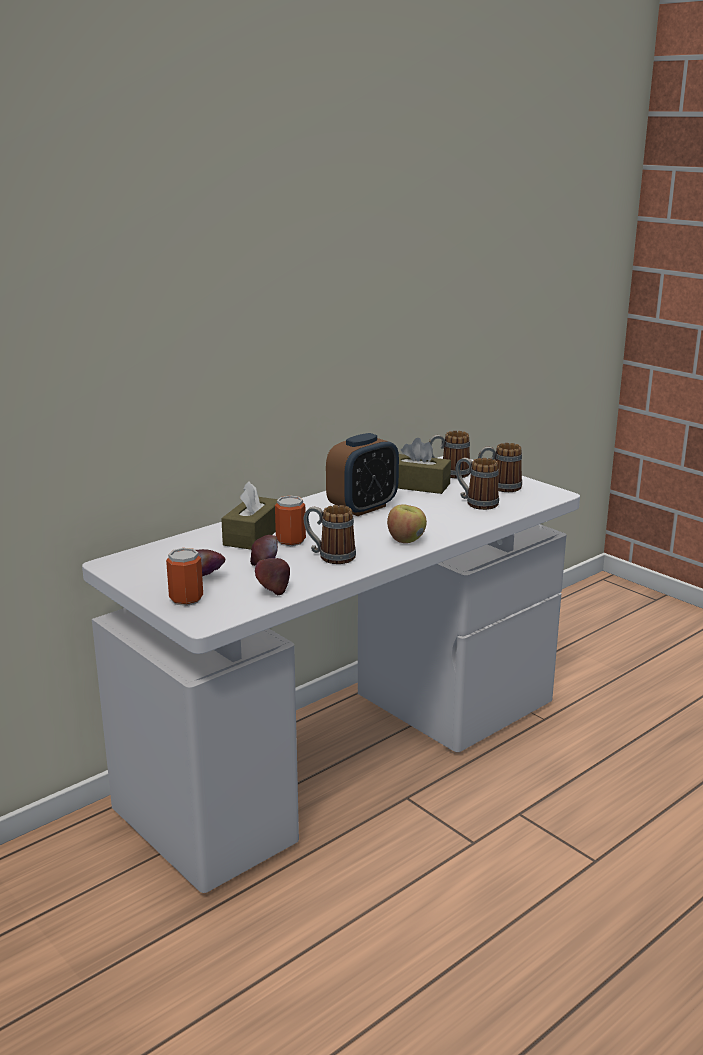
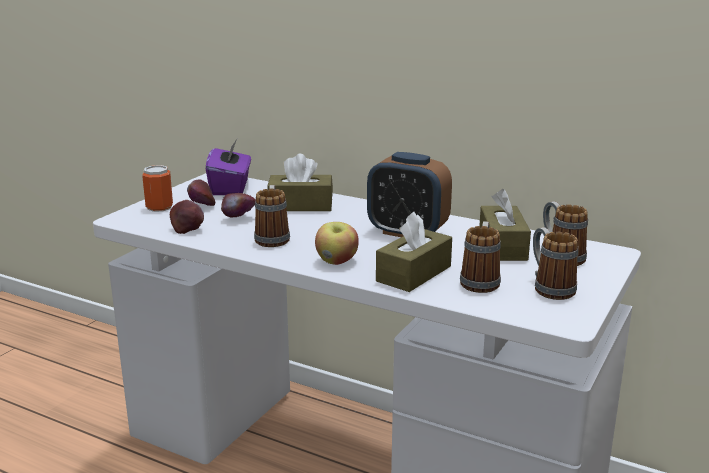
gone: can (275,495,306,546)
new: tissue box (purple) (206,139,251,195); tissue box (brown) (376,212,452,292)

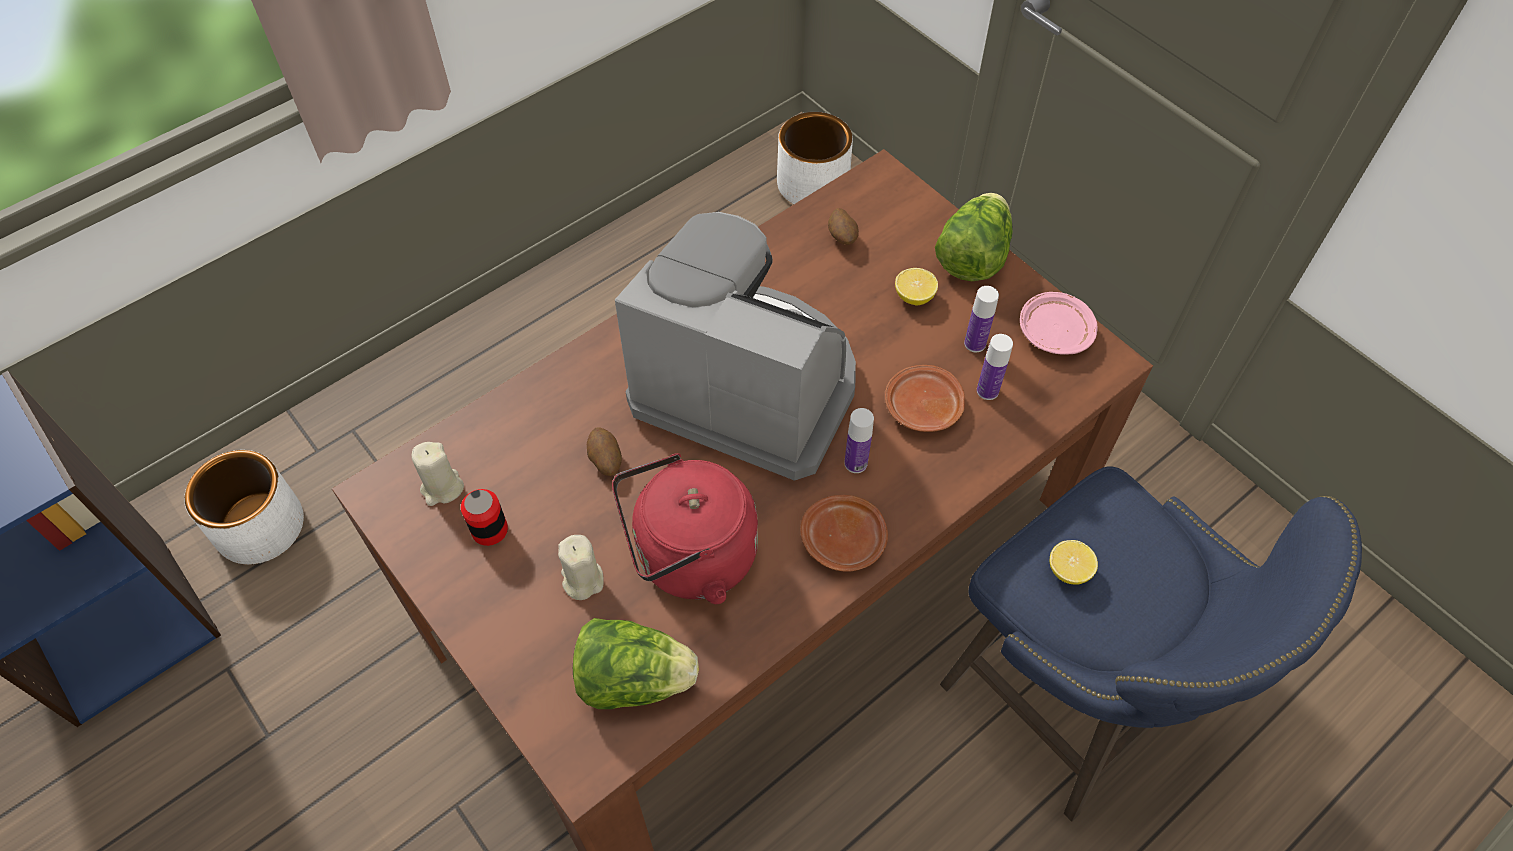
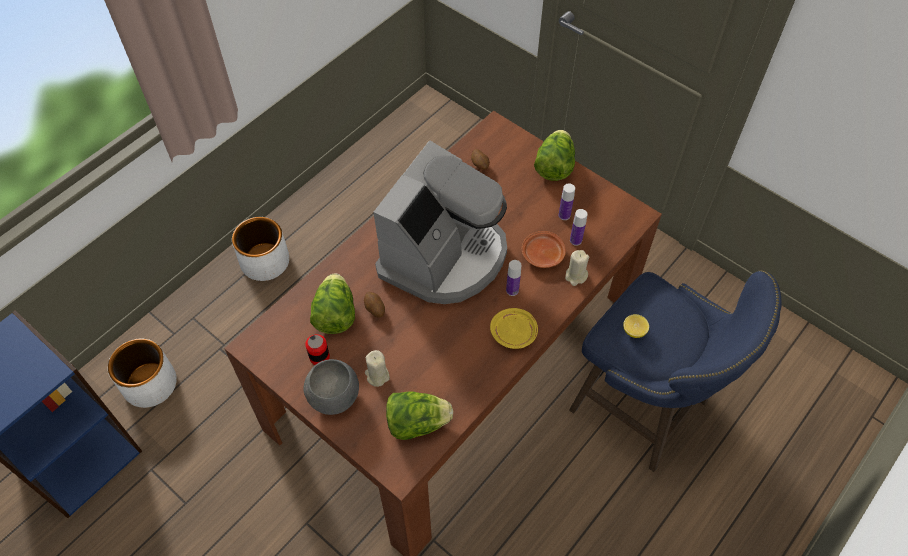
gone: kettle (red) (612,453,758,604); lemon (895,268,938,306); plate (pink) (1020,292,1097,355)
new: bowl (grey) (304,359,359,415); lettuce (310,273,355,334)
shifted: candle (beige) (412,442,464,506) to (565,250,589,286); planter (white) (777,112,853,204) to (232,217,289,281)
repainted: plate (brown) (800,495,888,572) to plate (yellow) (490,308,538,349)
rotated: coffee machine (615,212,856,481) = (373,140,507,304) 105 degrees clockwise

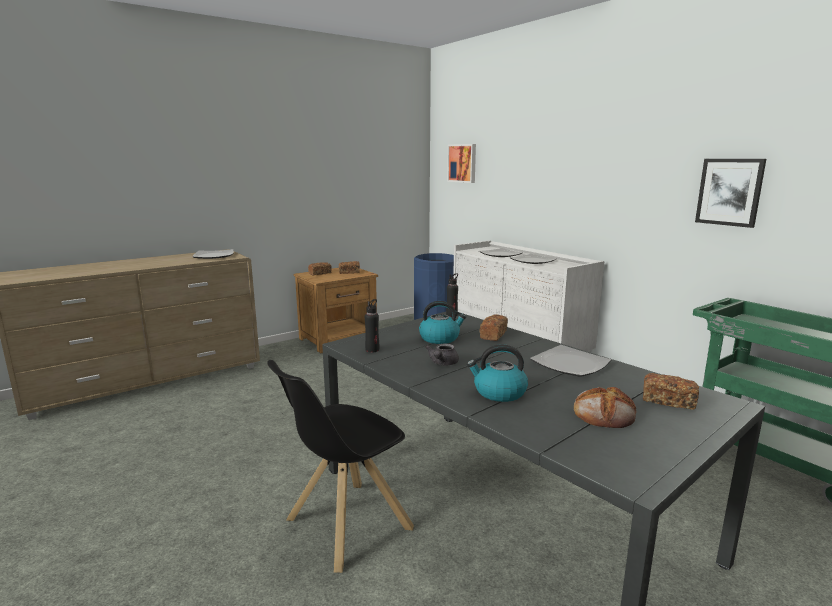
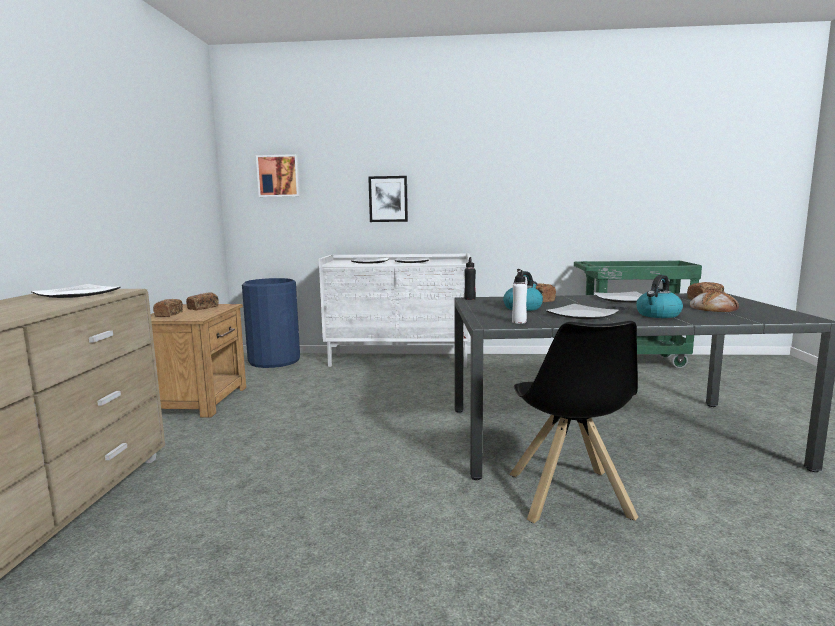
shifted: picture (695,159,766,228) to (368,176,408,222)
swapped: teapot (grey) (425,344,459,366) to plate (546,304,620,320)
repainted: bottle (black) (365,299,379,352) to bottle (white) (512,269,527,324)

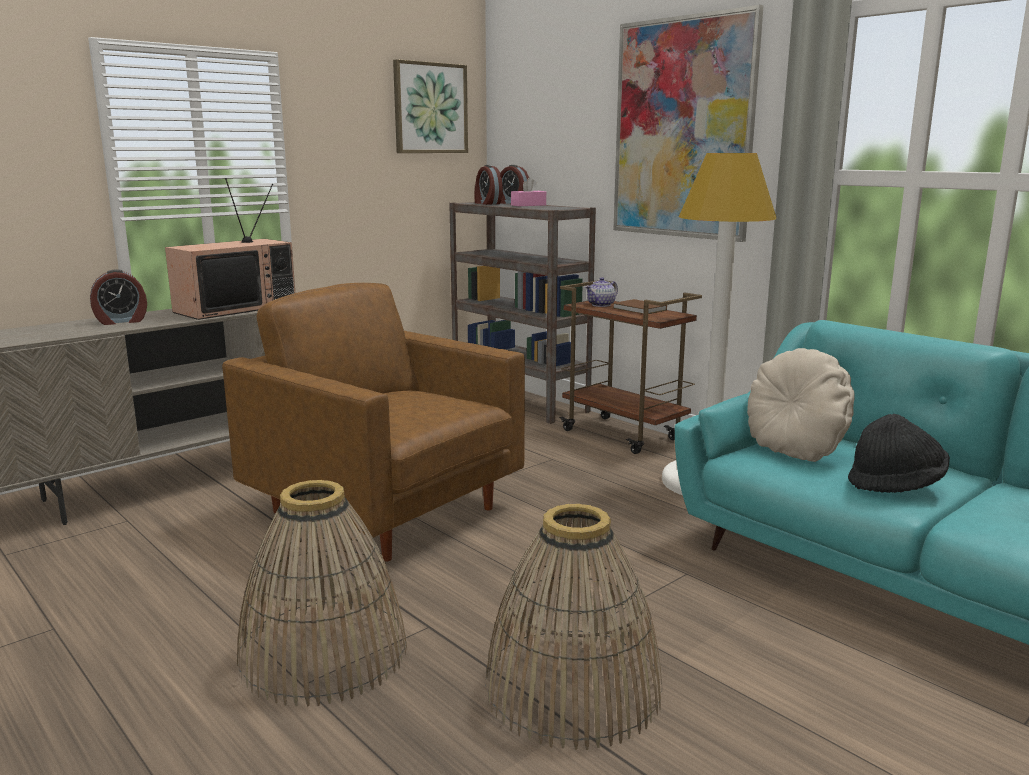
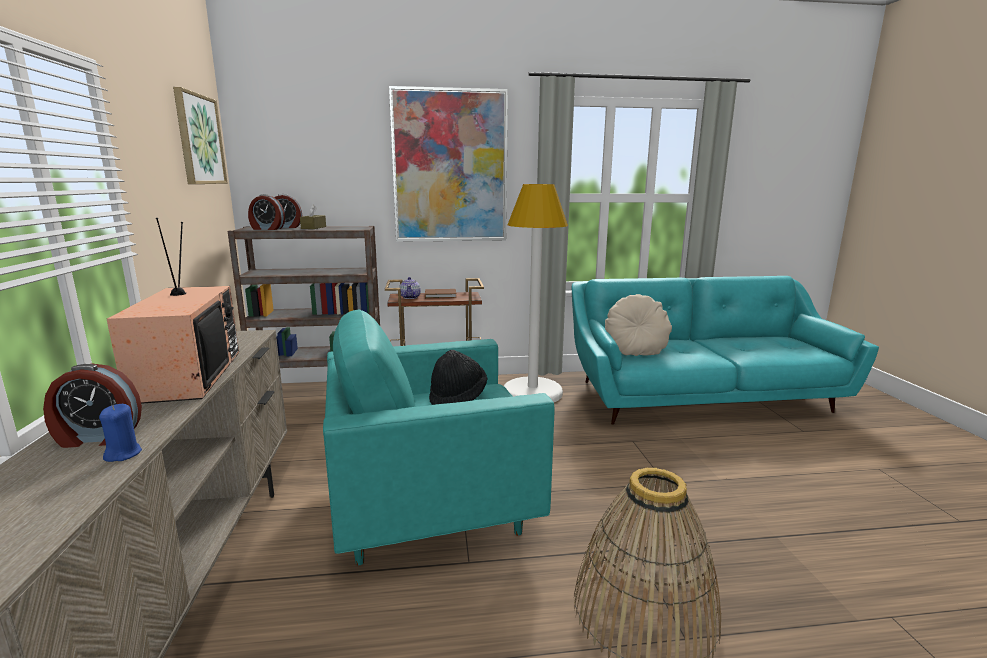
gone: basket (485,504,662,750)
new: candle (blue) (99,404,142,462)
shifted: hat (black) (848,414,950,493) to (429,350,487,405)
repainted: armchair (brown) (222,283,525,562) to armchair (turquoise) (323,309,554,565); tissue box (pink) (511,178,546,206) to tissue box (brown) (300,205,326,229)
rotated: alarm clock (90,270,147,325) = (43,364,142,448) 75 degrees clockwise

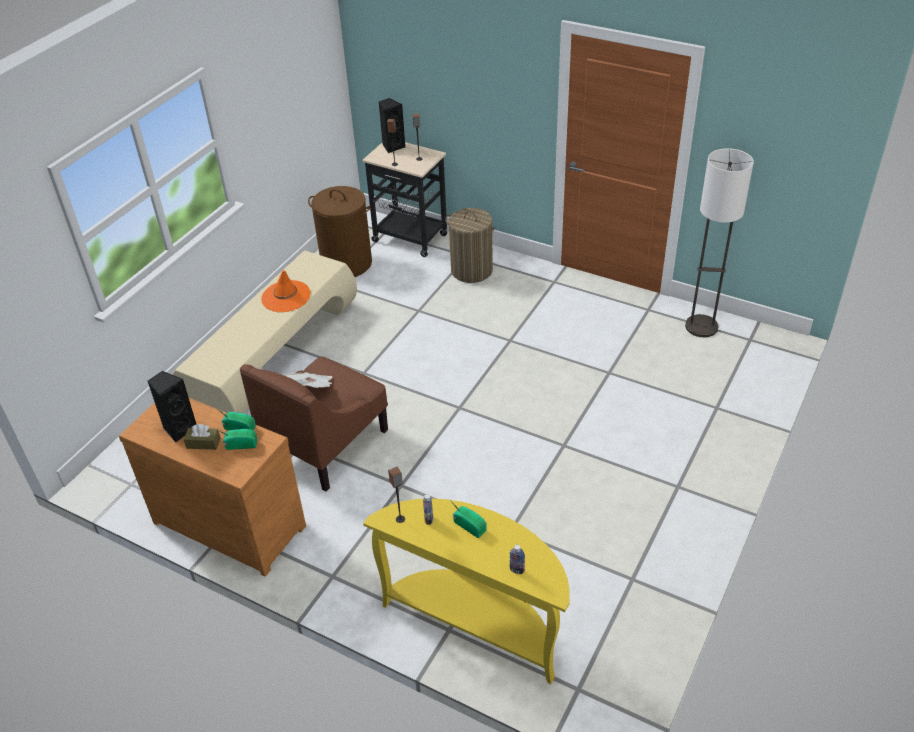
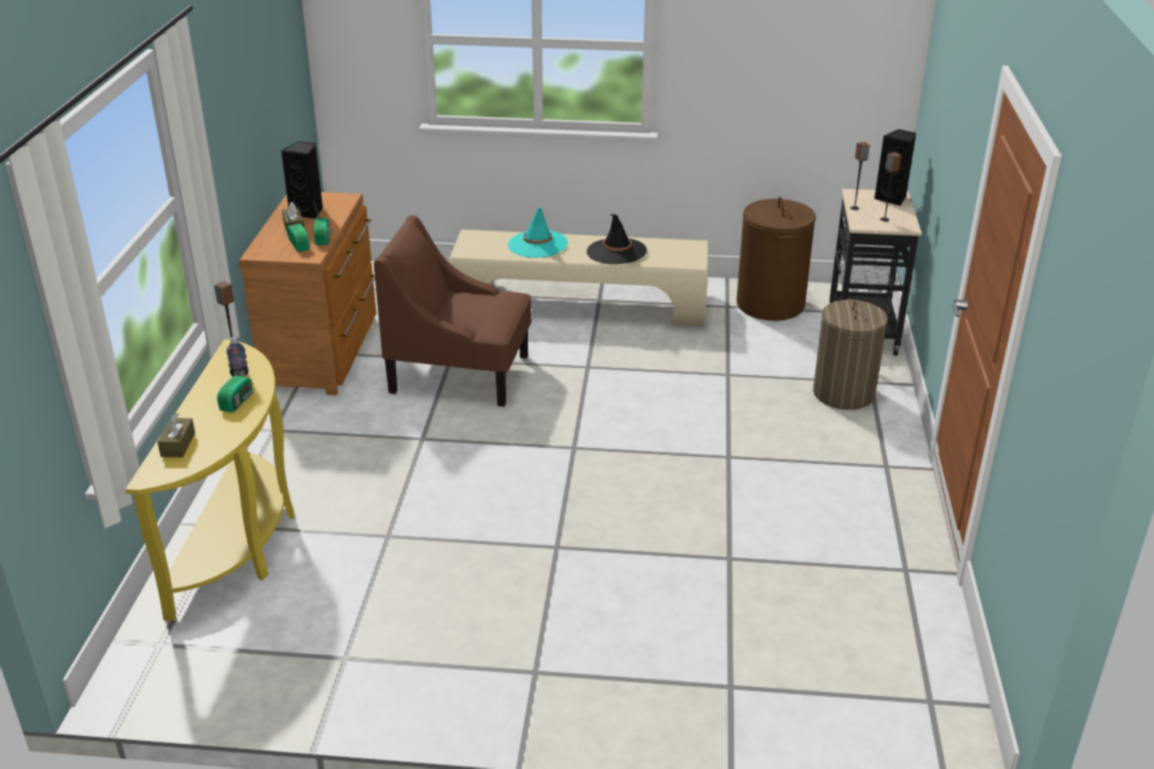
gone: newspaper (286,372,333,388); floor lamp (685,148,754,337)
new: hat (turquoise) (508,207,568,258)
swapped: bottle (509,545,525,574) to tissue box (brown) (158,413,195,457)
repainted: hat (orange) (261,270,311,312) to hat (black) (587,214,647,264)

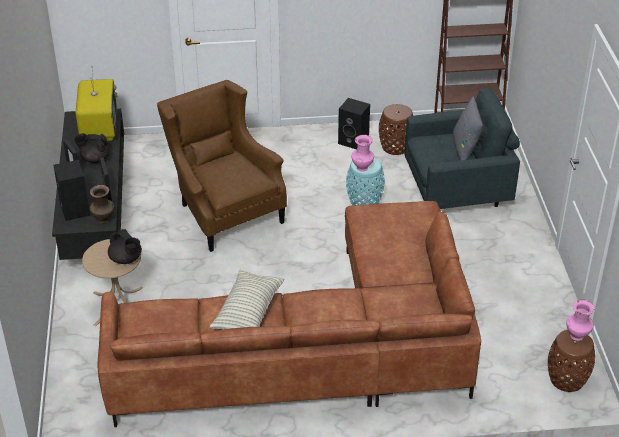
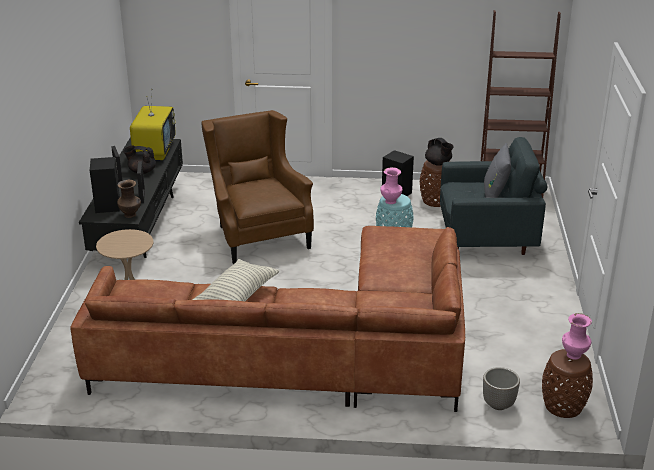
new: planter (483,367,520,410)
shifted: teapot (black) (108,229,142,264) to (425,138,454,166)

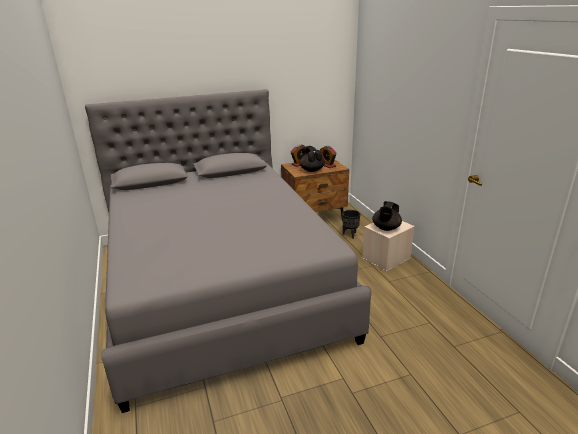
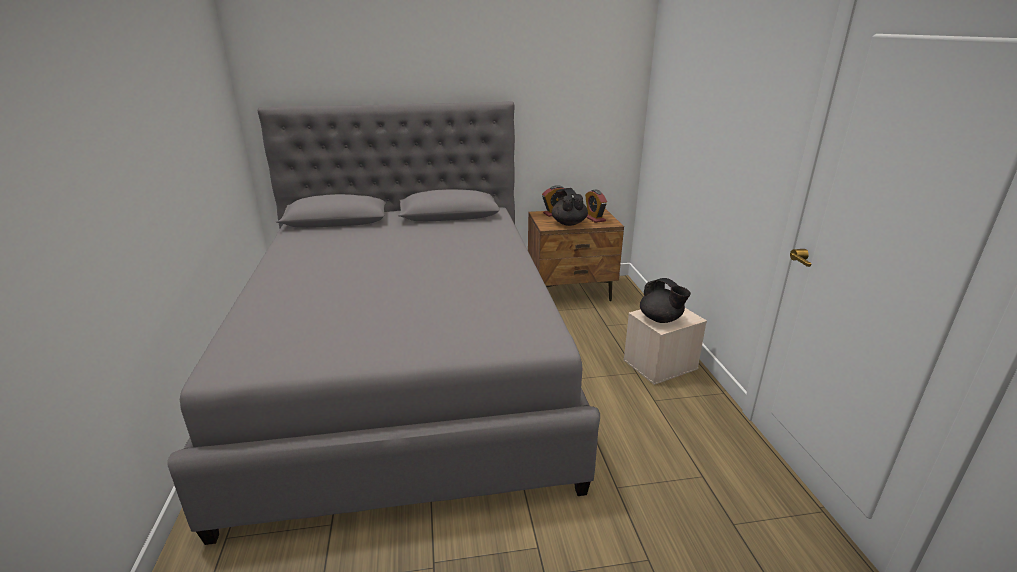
gone: planter (black) (342,210,360,239)
rotated: teapot (black) (372,201,402,231) = (640,278,691,323) 75 degrees counterclockwise

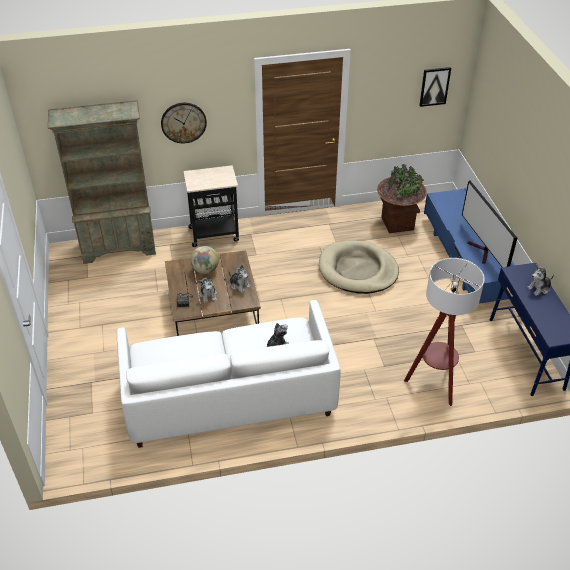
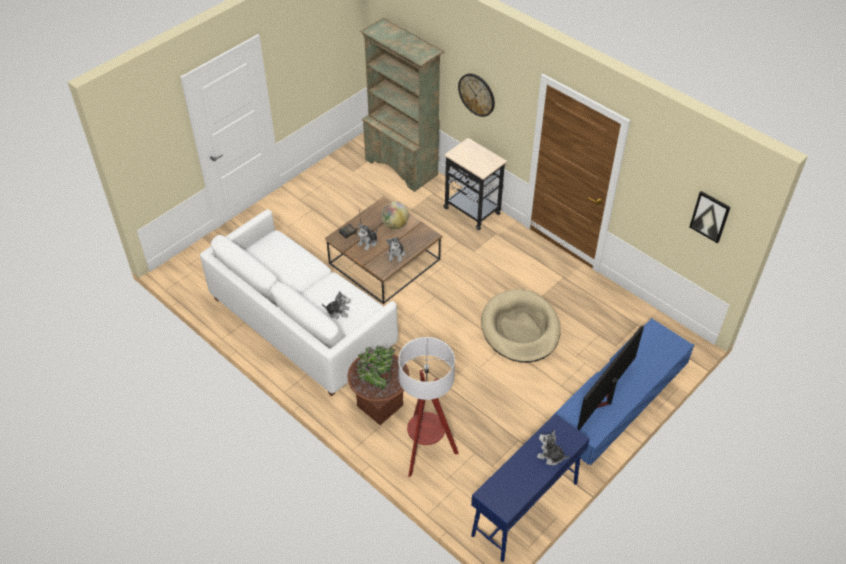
shifted: planter (brown) (377,164,427,233) to (347,346,409,425)

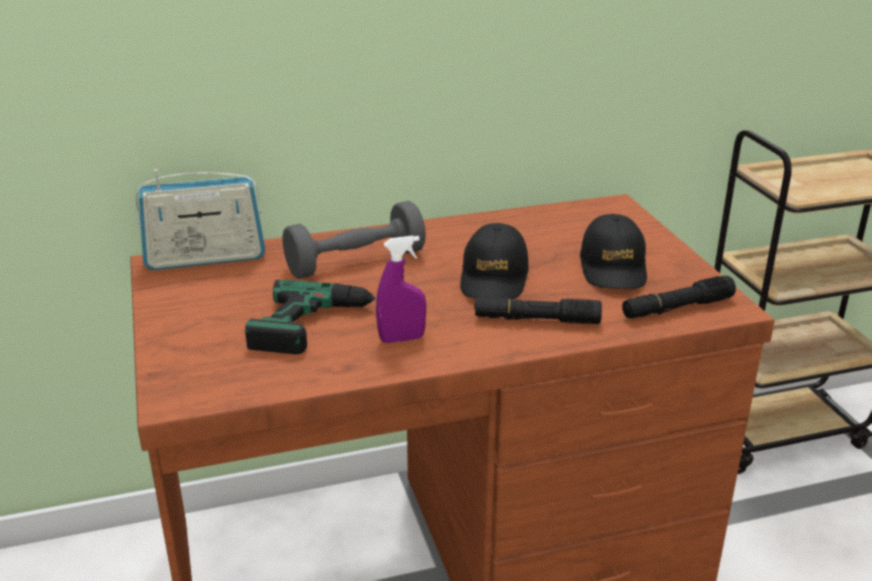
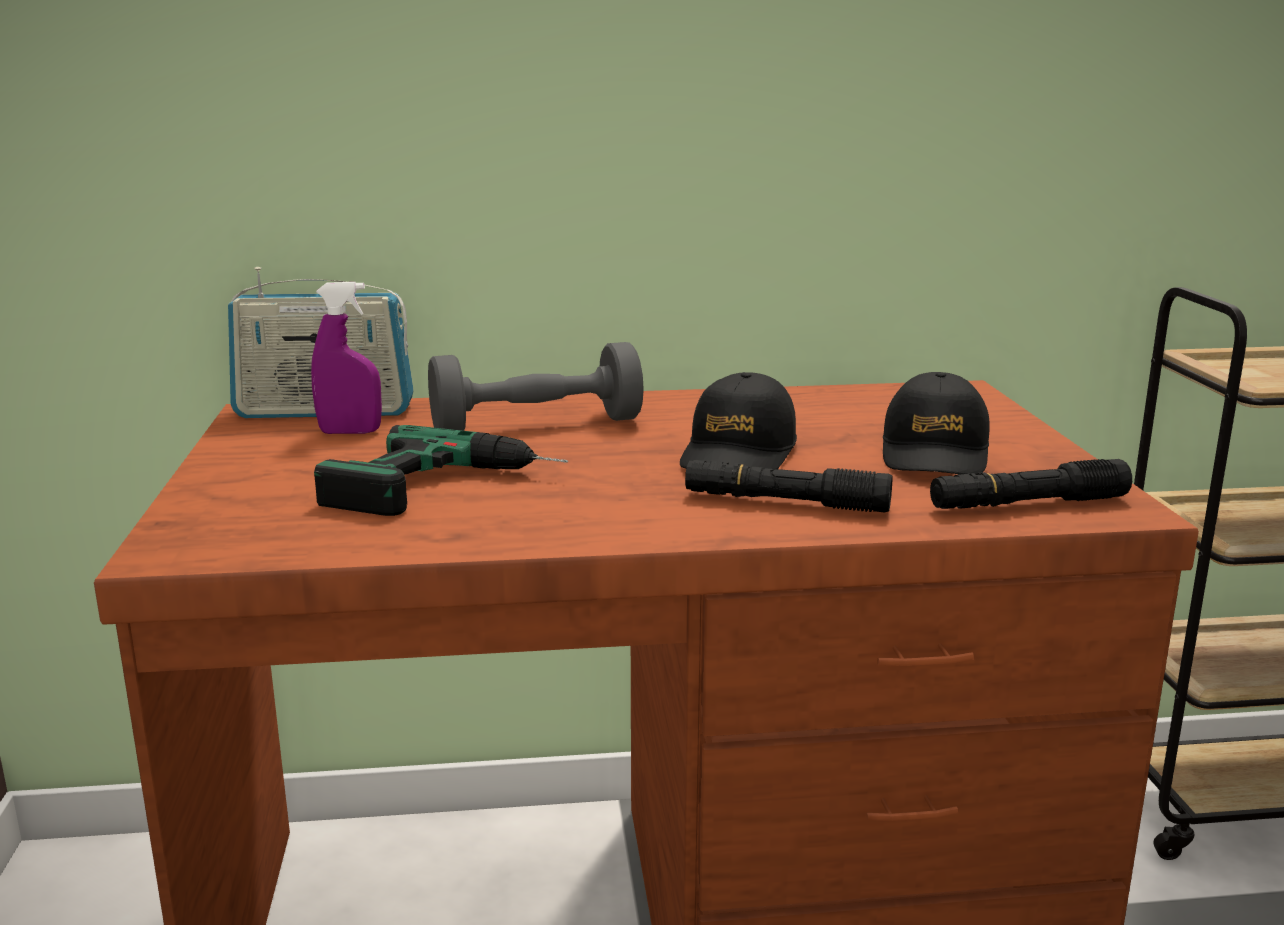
shifted: spray bottle (purple) (376,236,426,343) to (311,282,382,434)

